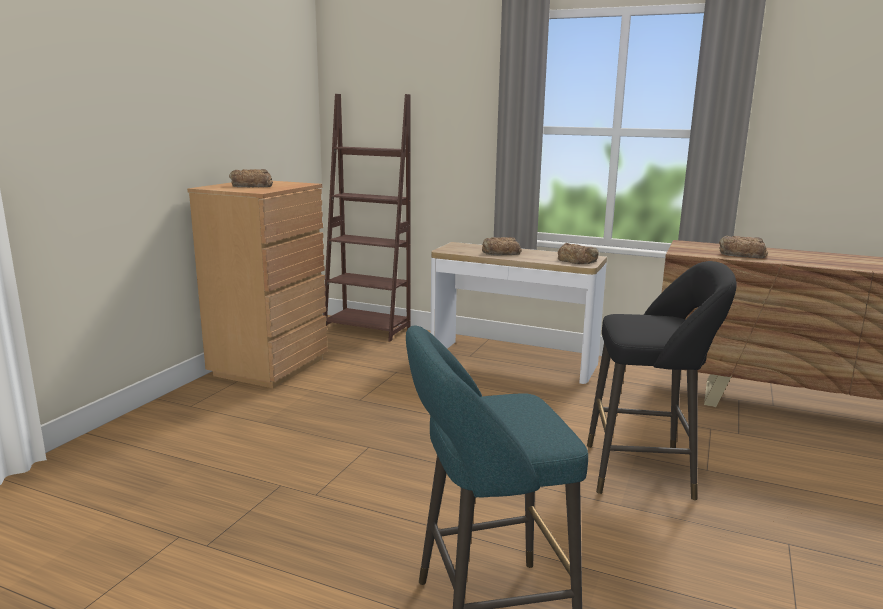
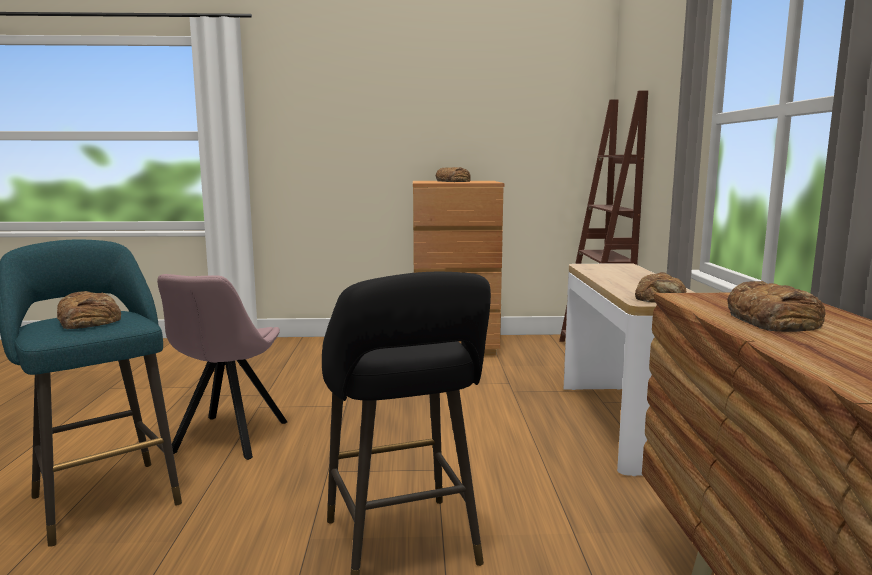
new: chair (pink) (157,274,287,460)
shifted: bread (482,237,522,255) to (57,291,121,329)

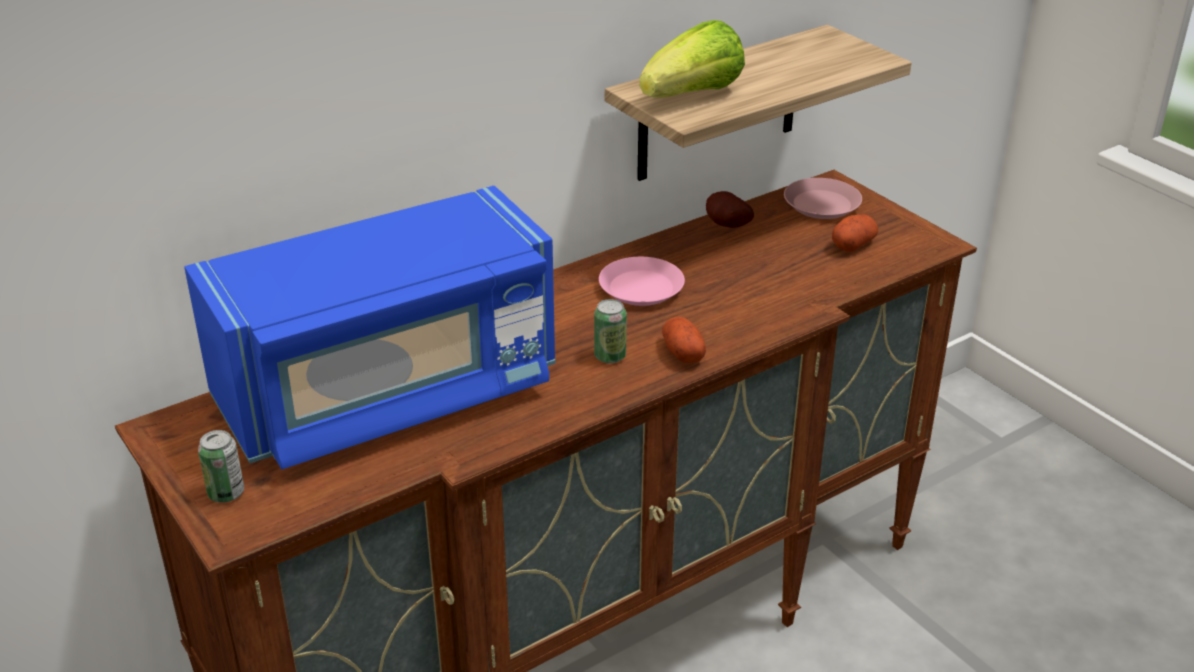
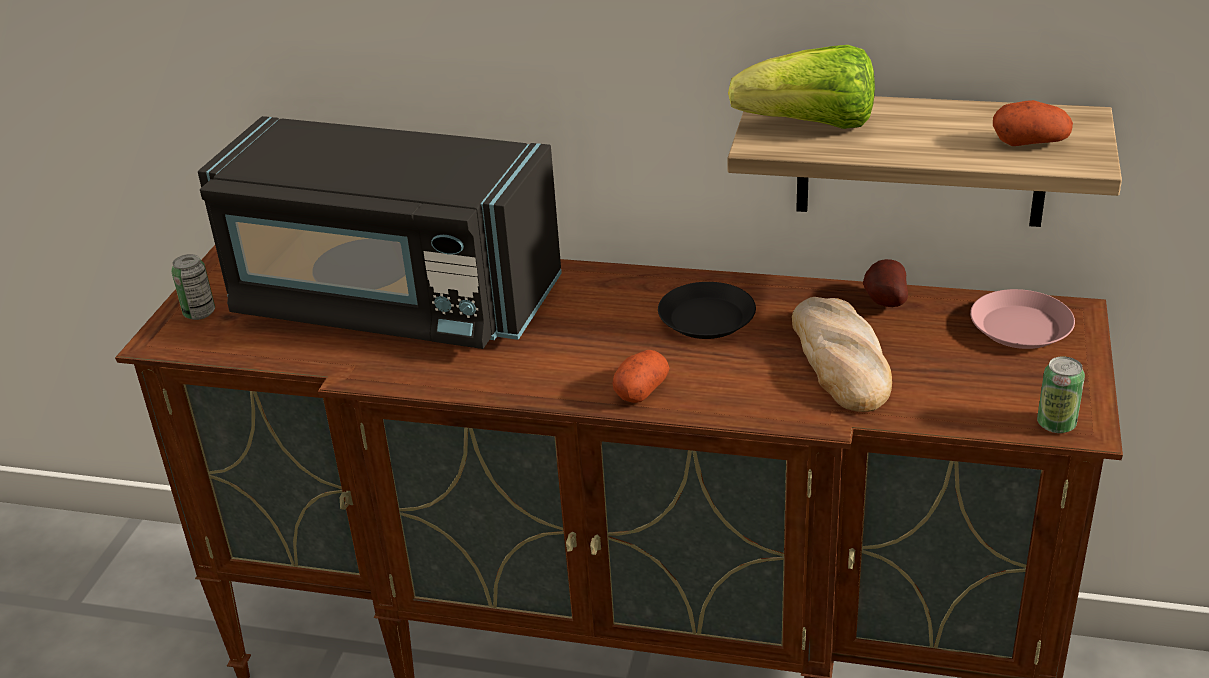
new: bread (792,297,892,412)
shifted: can (594,299,627,364) to (1037,356,1085,433); potato (832,214,878,252) to (993,100,1073,146)
repainted: microwave (blue) (184,186,555,469) to microwave (black) (198,116,562,349); plate (pink) (599,257,685,306) to plate (black) (658,282,756,339)

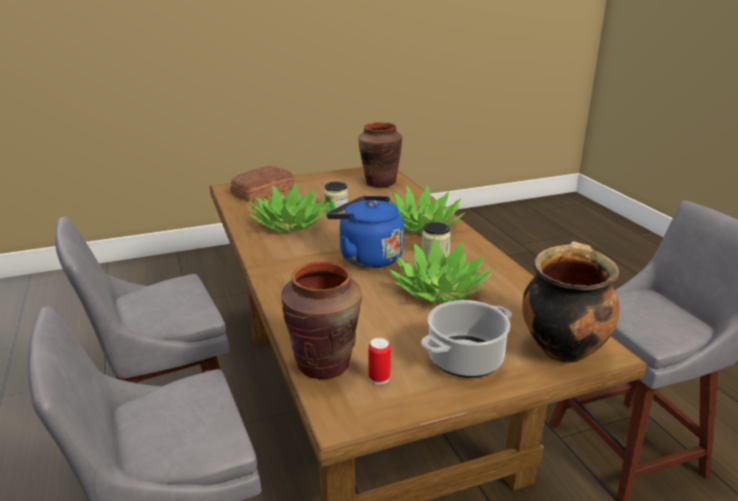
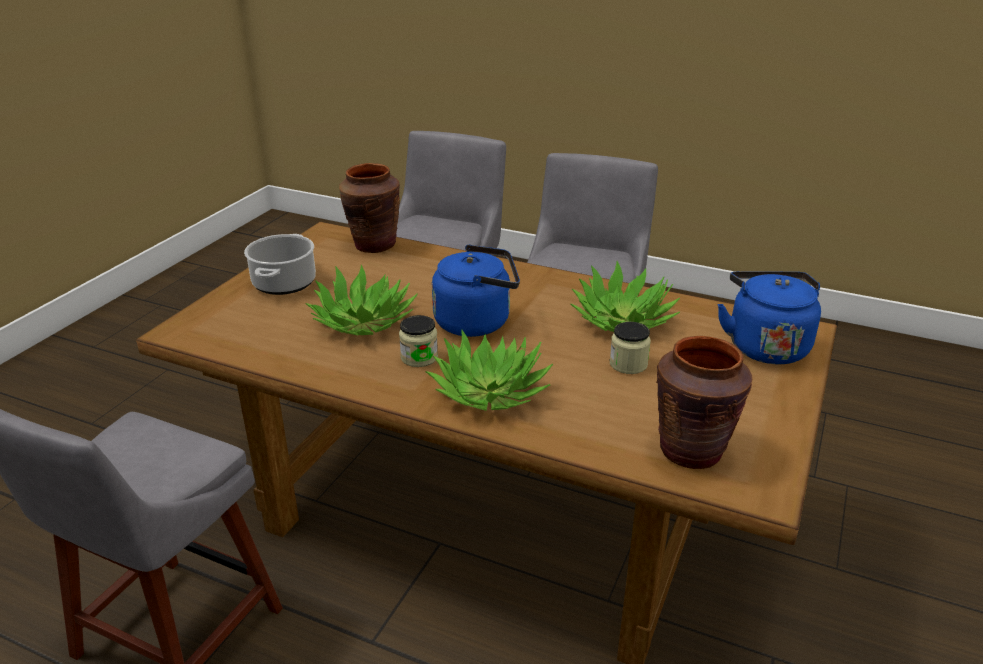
gone: can (368,338,391,385); cooking pot (522,241,620,363)
swapped: bread (230,166,294,202) to kettle (blue) (717,271,821,364)

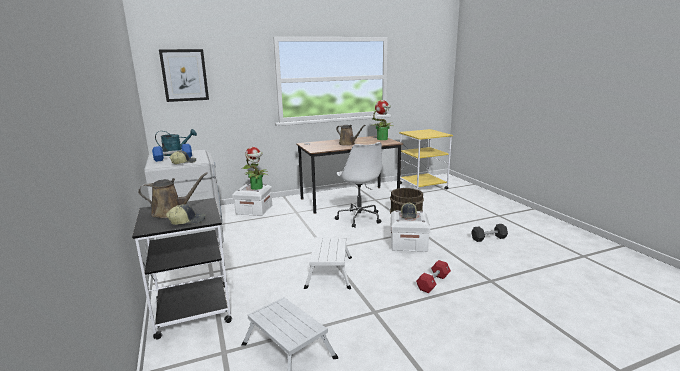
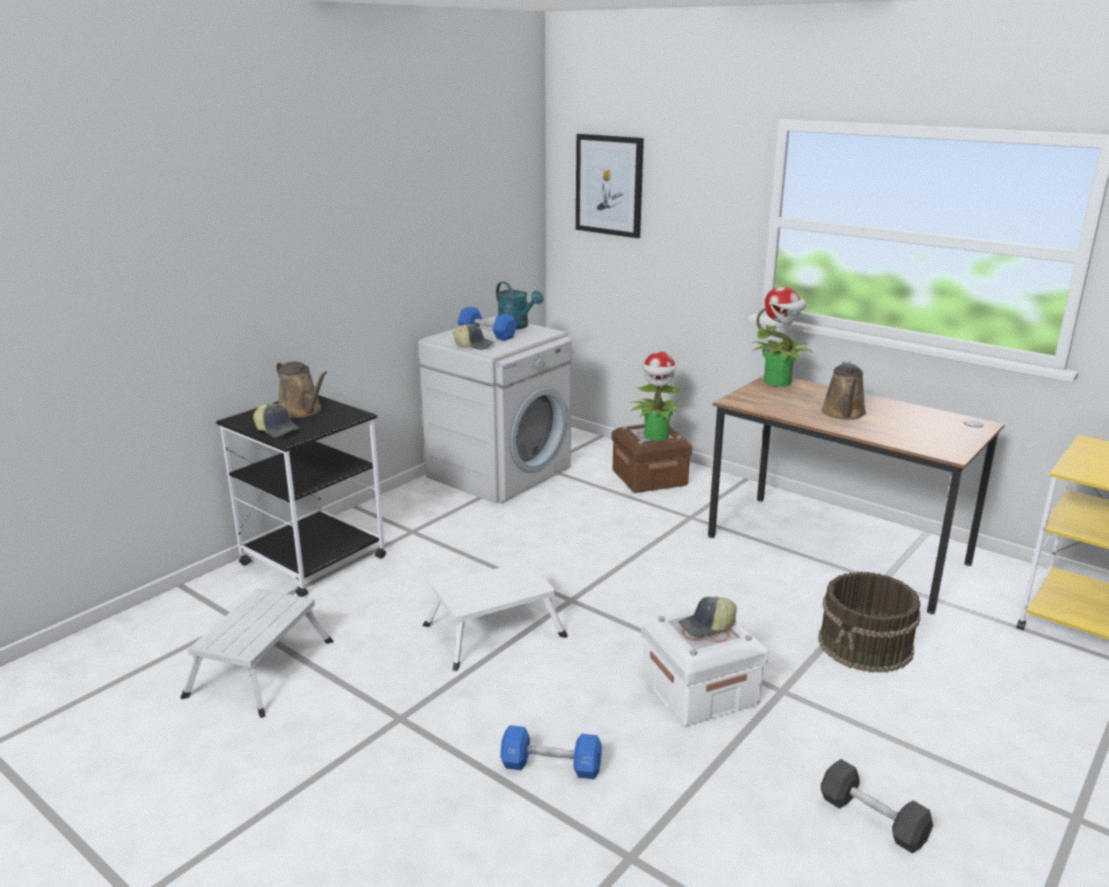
gone: office chair (white) (335,142,382,228)
shifted: potted plant (373,100,395,140) to (753,287,813,387)
repainted: storage box (white) (233,183,272,216) to storage box (brown) (612,424,692,493); dumbbell (red) (416,260,451,293) to dumbbell (blue) (500,725,602,779)

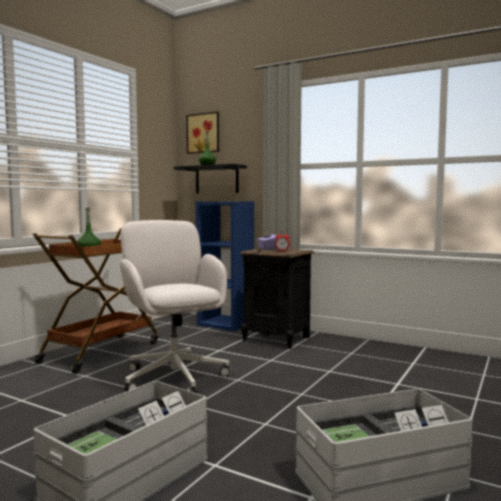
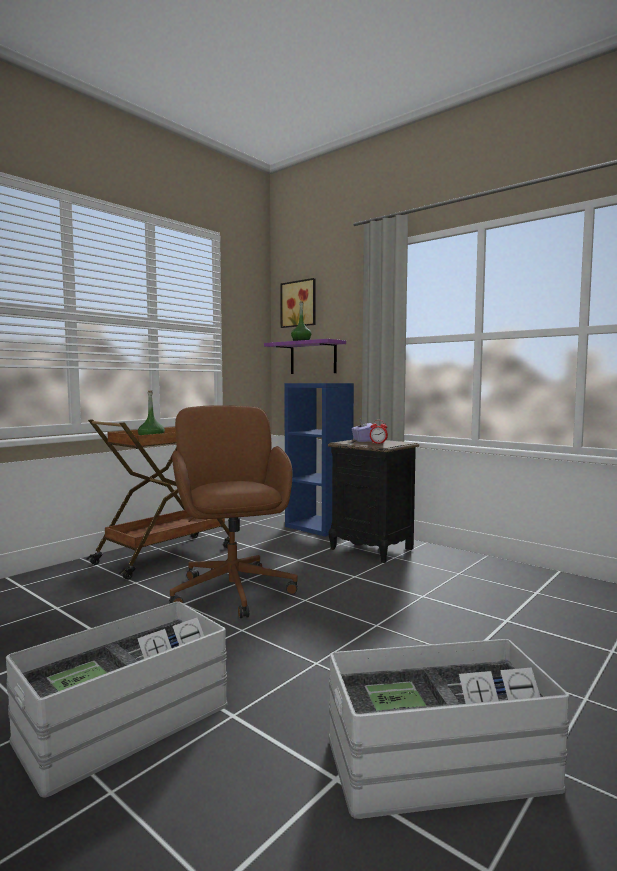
repainted: office chair (white) (120,220,229,394) to office chair (brown) (169,405,298,618); shelf (black) (174,164,247,194) to shelf (purple) (264,339,346,374)

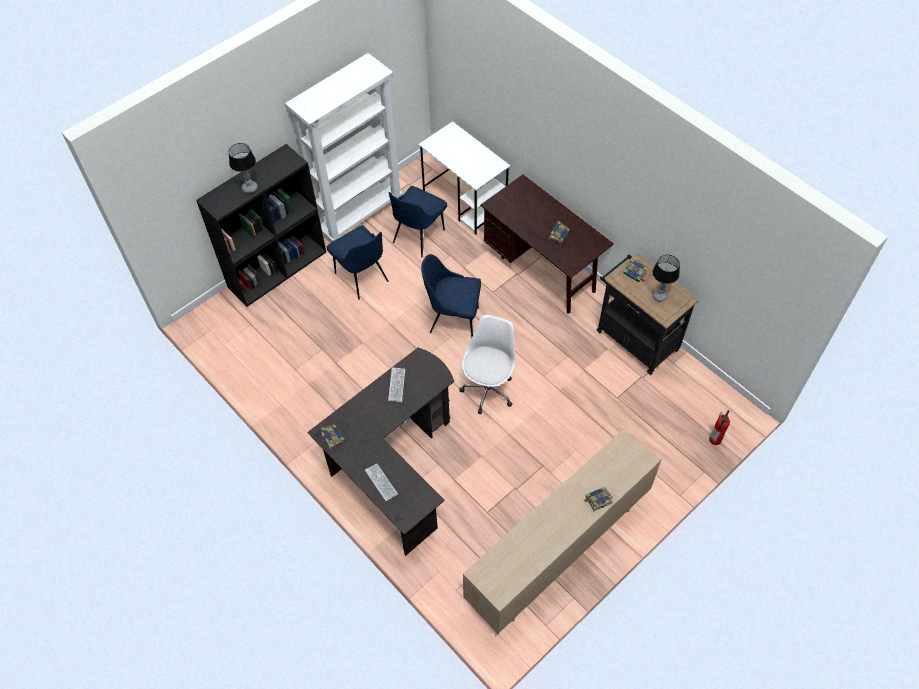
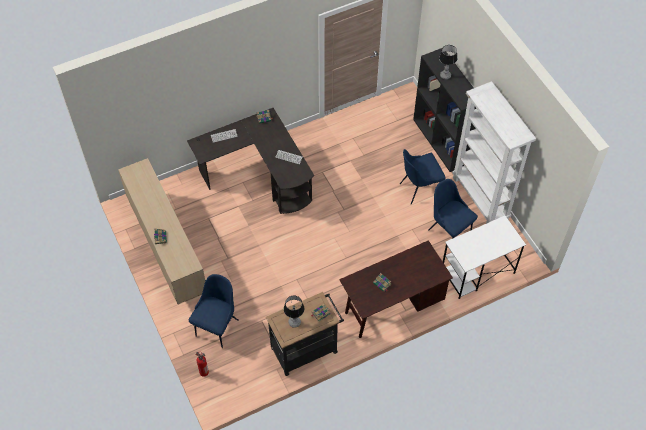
gone: office chair (white) (459,314,516,414)
shifted: chair (blue) (421,254,481,337) to (189,274,239,349)

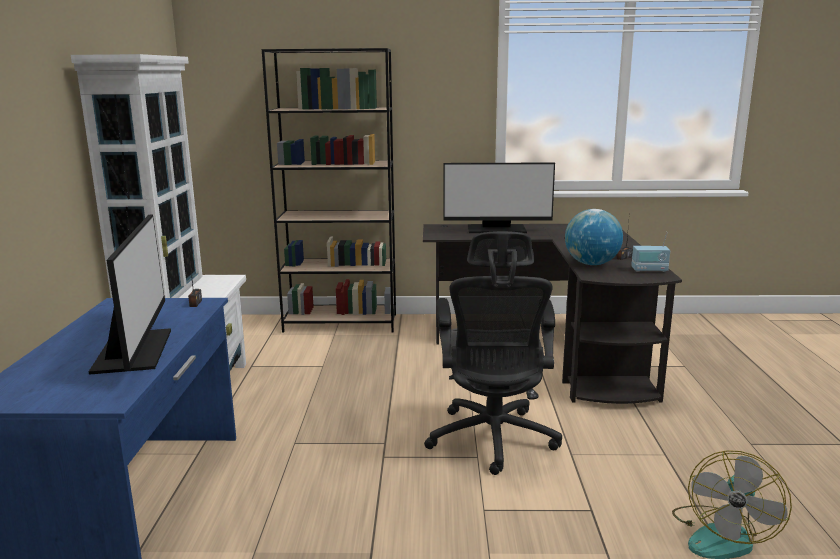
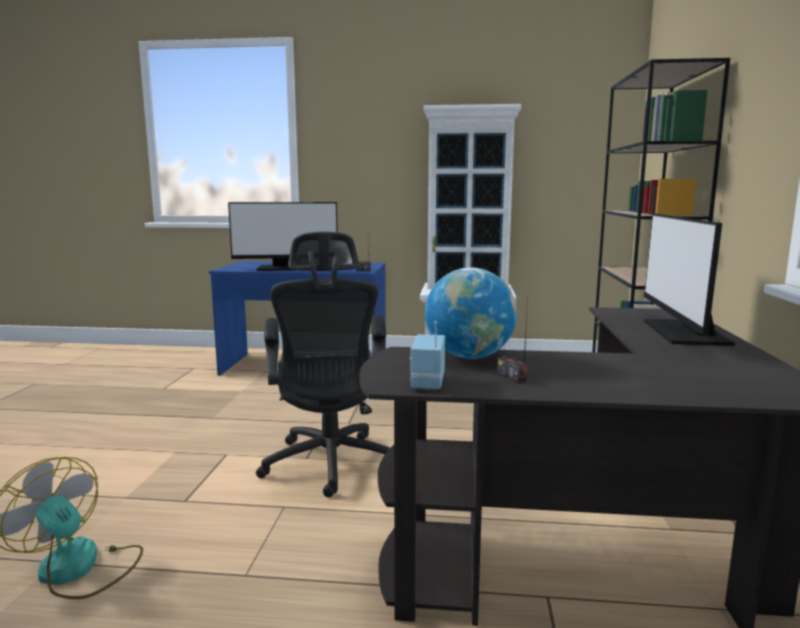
rotated: office chair (424,231,562,475) = (256,232,390,497) 105 degrees counterclockwise

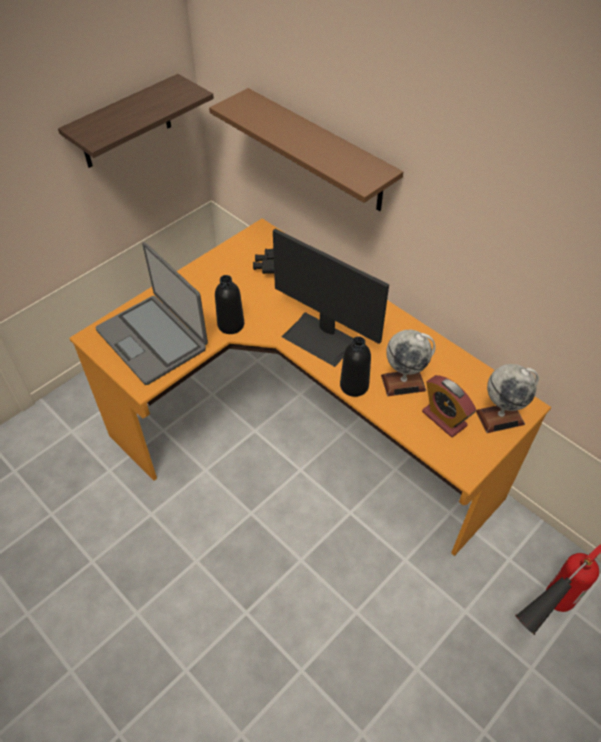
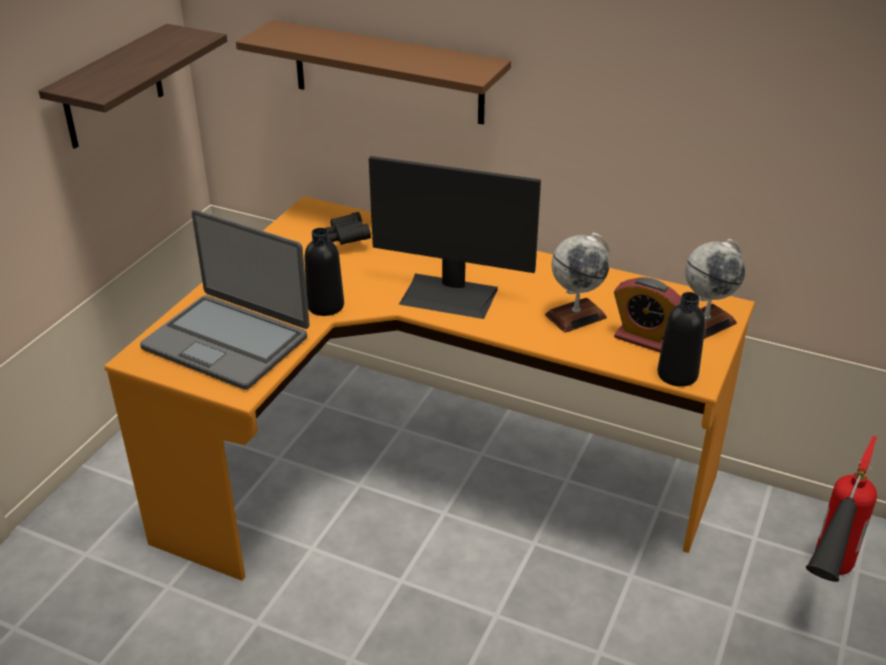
shifted: bottle (black) (340,336,371,397) to (657,292,706,387)

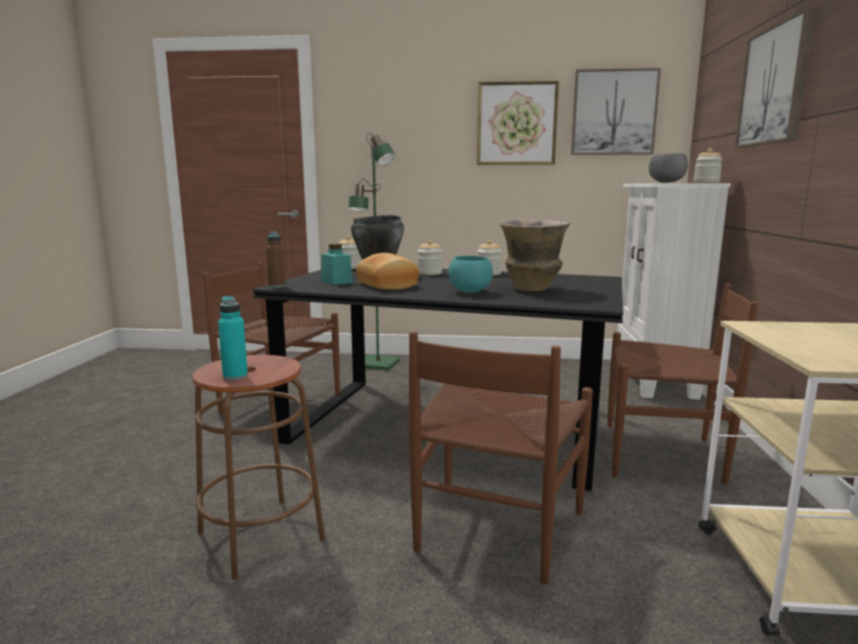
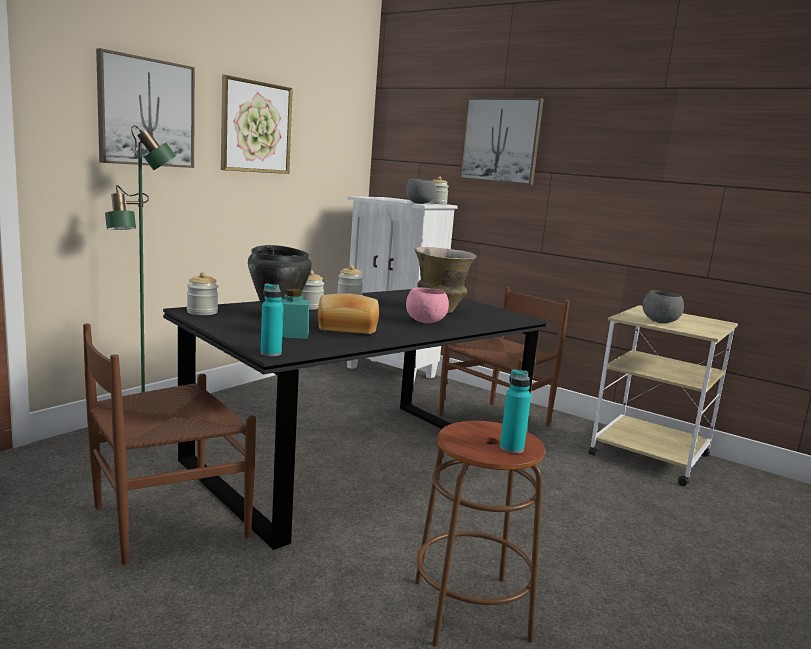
gone: chair (brown) (409,331,593,585)
new: bowl (grey) (643,290,684,323)
shifted: picture (571,68,661,155) to (96,48,195,168)
repainted: bottle (brown) (266,231,285,288) to bottle (turquoise) (261,283,284,356); bowl (turquoise) (448,256,493,293) to bowl (pink) (406,287,449,323)

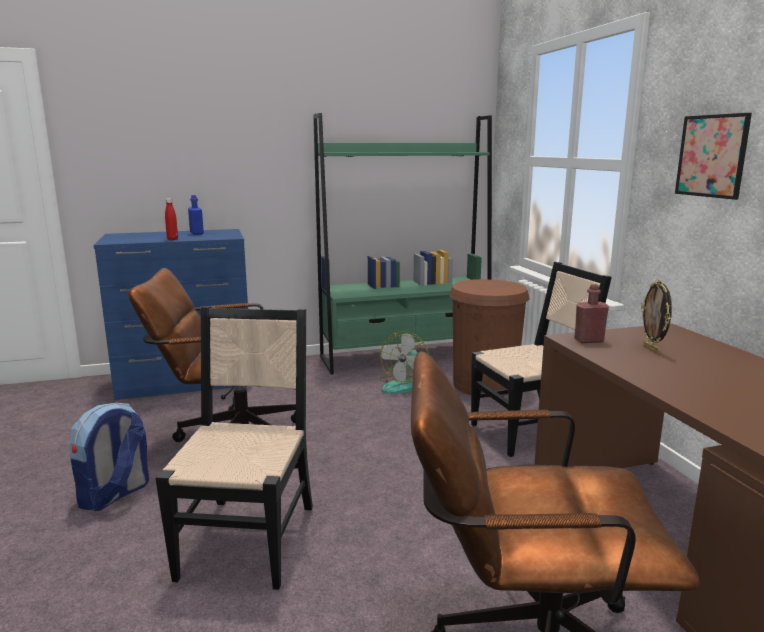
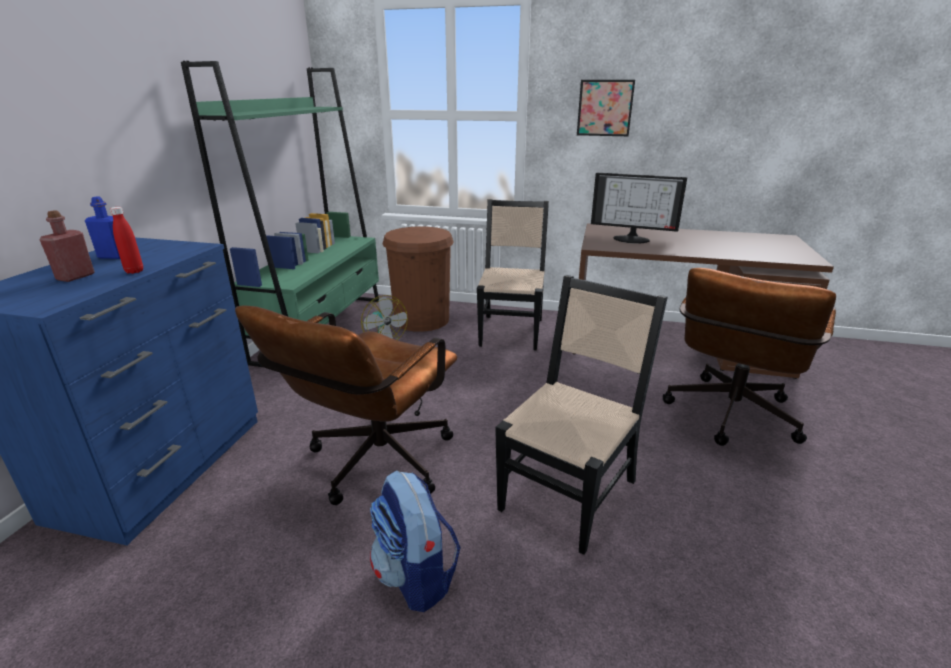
shifted: bottle (red) (574,284,609,343) to (39,210,94,282)
swapped: picture frame (641,279,672,354) to monitor (591,173,687,244)
rotated: chair (155,306,313,590) = (495,275,668,555) 90 degrees clockwise

